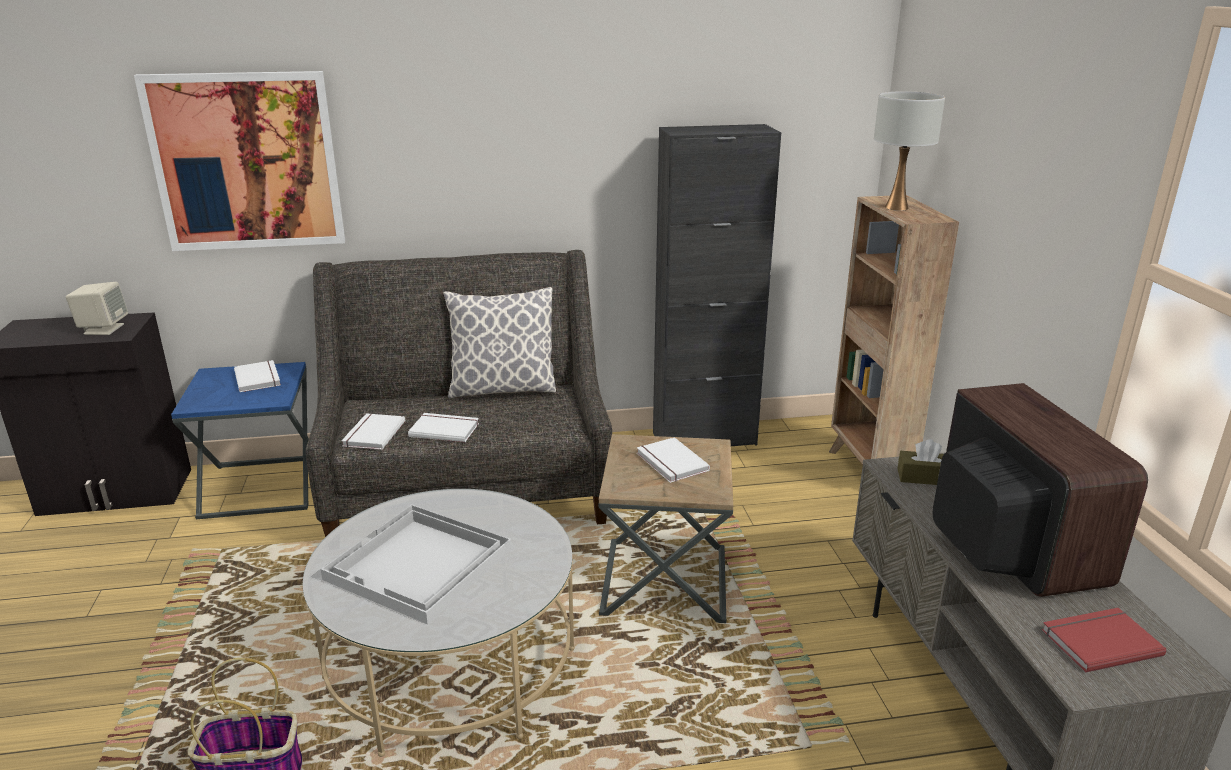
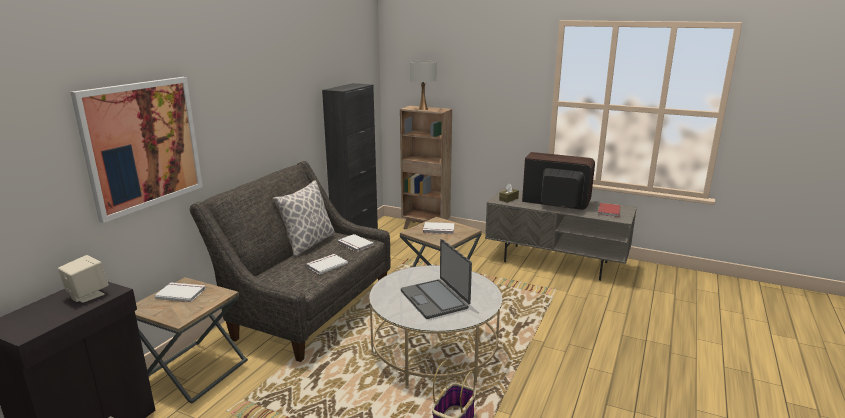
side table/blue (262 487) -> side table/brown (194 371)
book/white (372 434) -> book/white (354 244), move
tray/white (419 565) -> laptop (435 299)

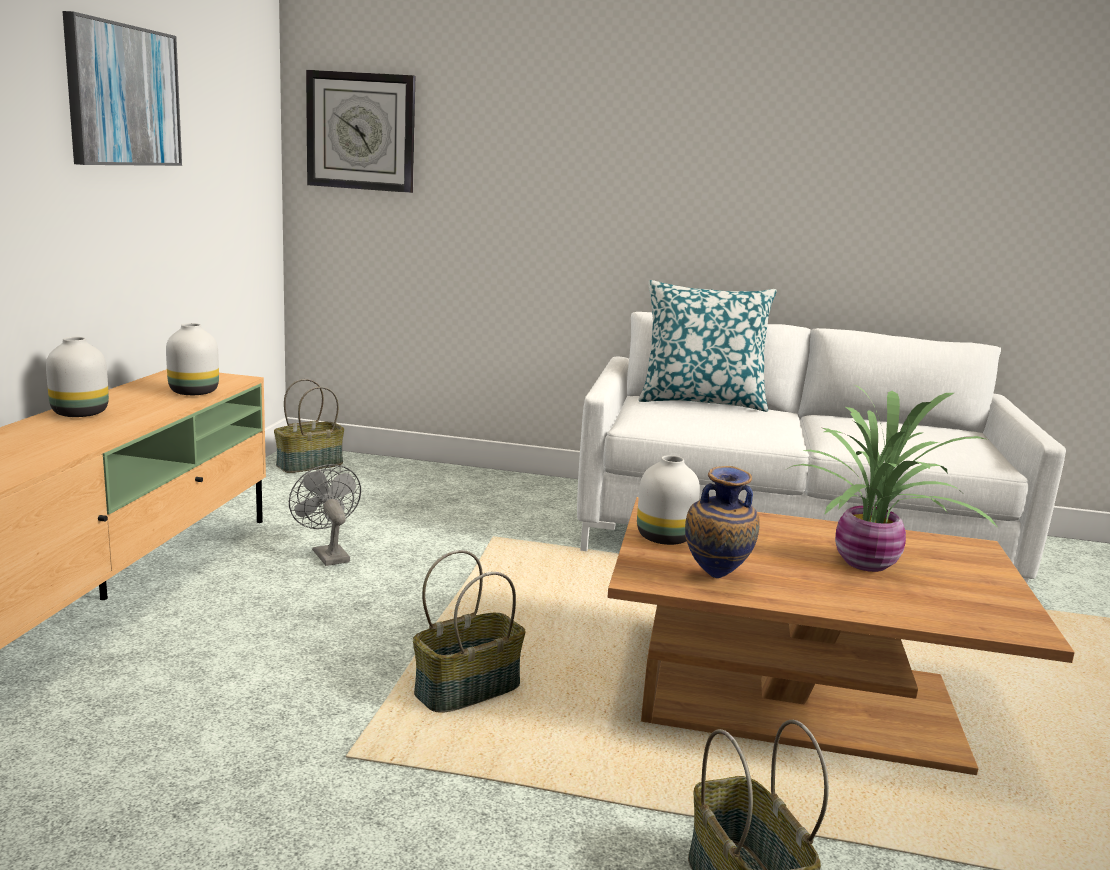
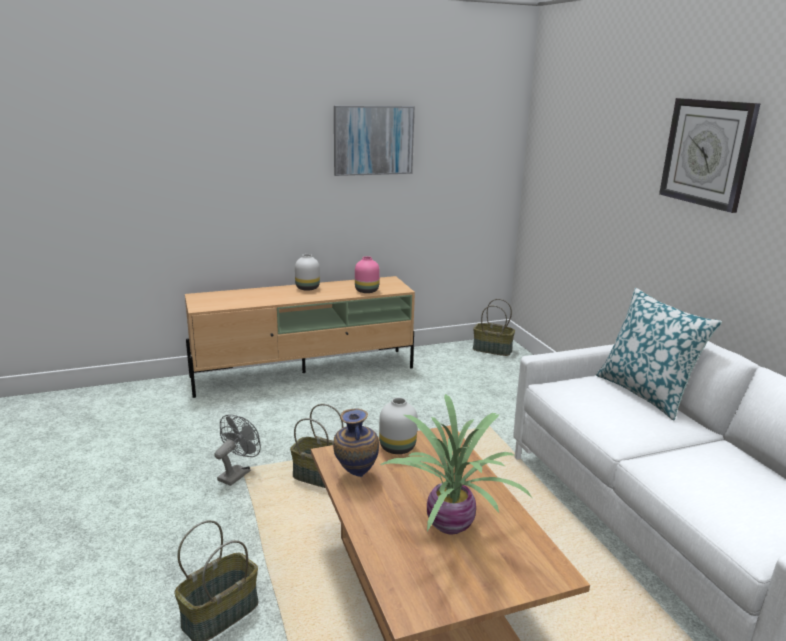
fan/grey (327 554) -> fan/grey (237 473), move
vase/white (194 392) -> vase/pink (367 291)
wall clock (361 131) -> wall clock (707 153), move

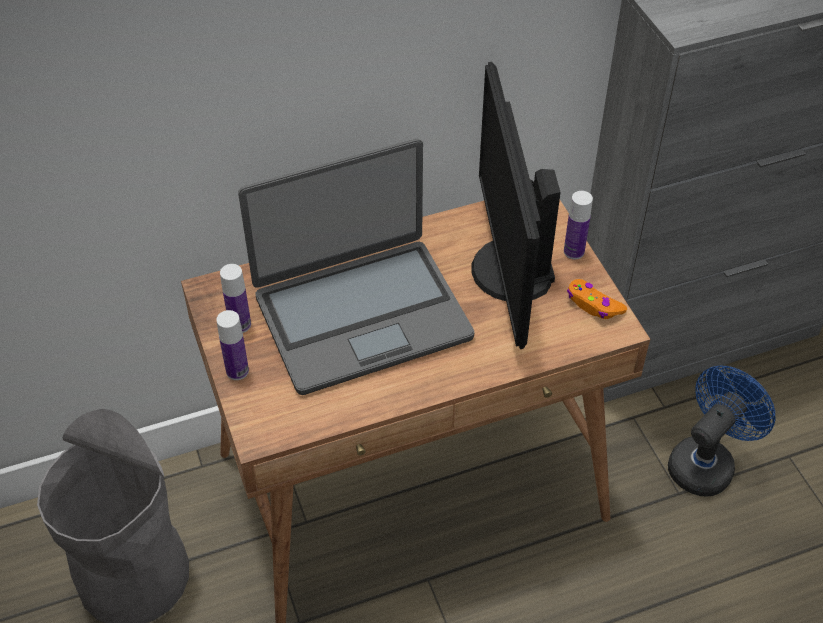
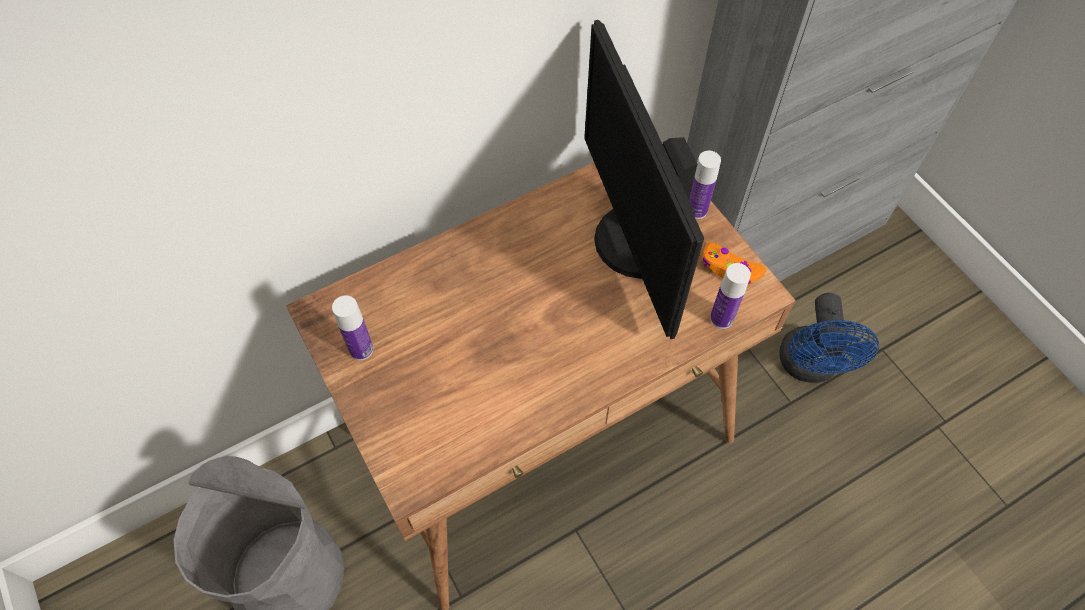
bottle (237 371) -> bottle (721 318), move
fan/blue (706 462) -> fan/blue (809 367), 150 degrees clockwise
laptop (361 315) -> none

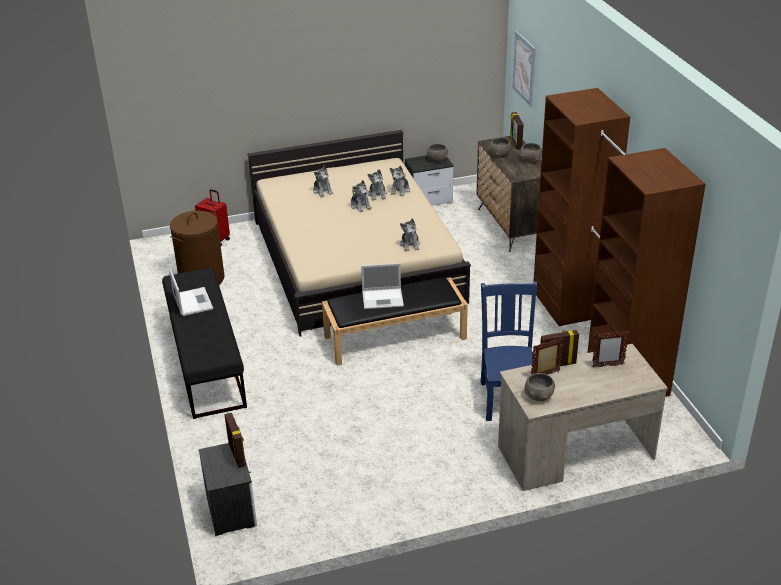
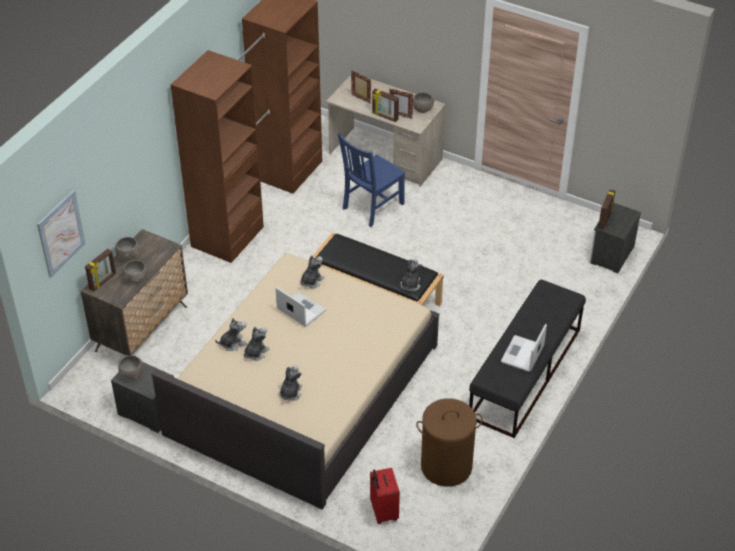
laptop (383 298) -> laptop (300 309), move
plush toy (360 206) -> plush toy (410 284), move

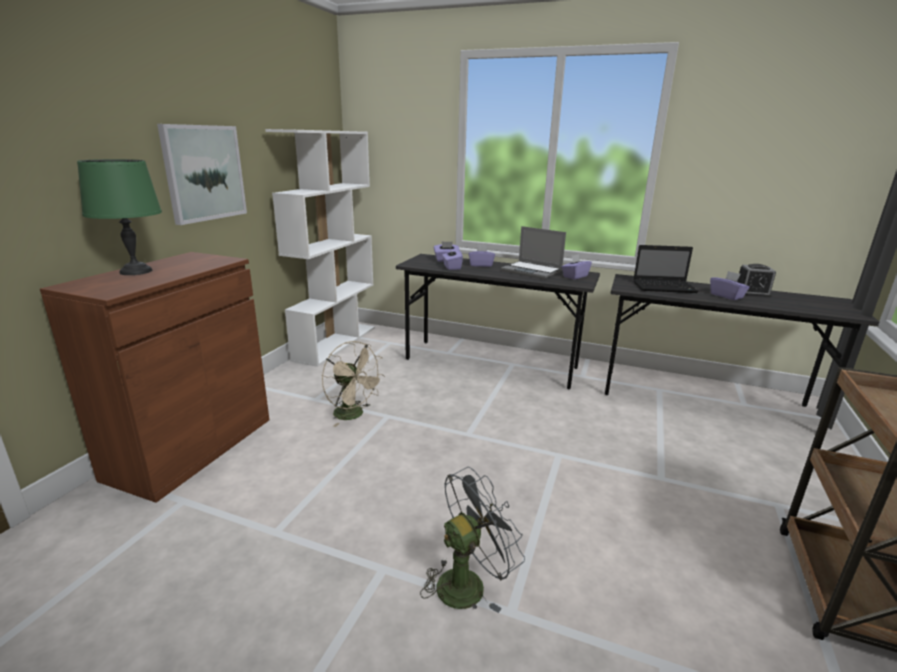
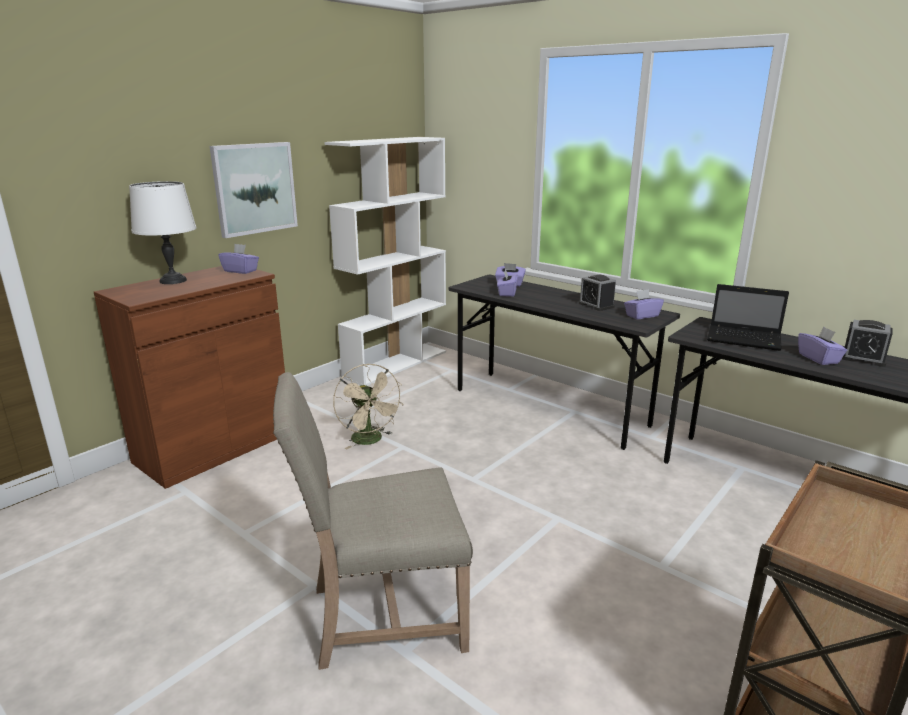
table lamp/green (136 271) -> table lamp/white (173 281)
tissue box/purple (481 265) -> tissue box/purple (240 271), move
fan/grey (468 582) -> chair/beige (382 615)
laptop (532 271) -> alarm clock (596 305)

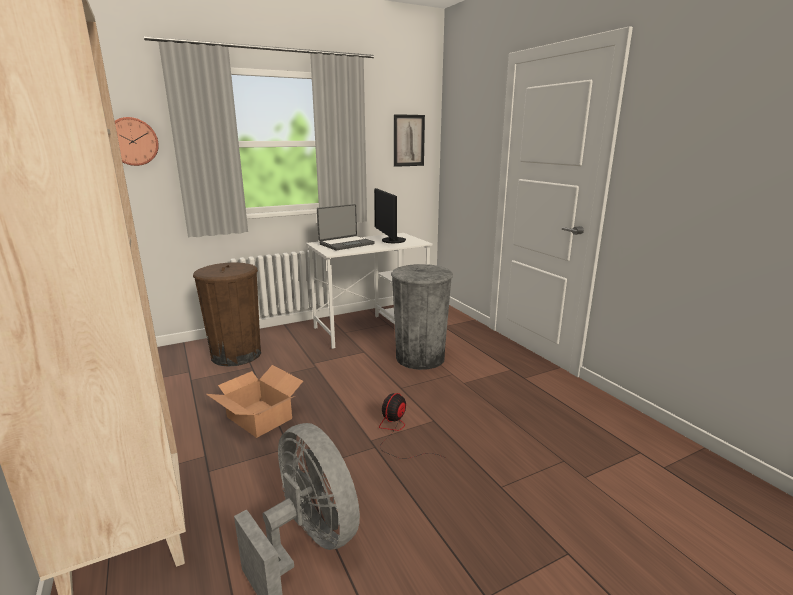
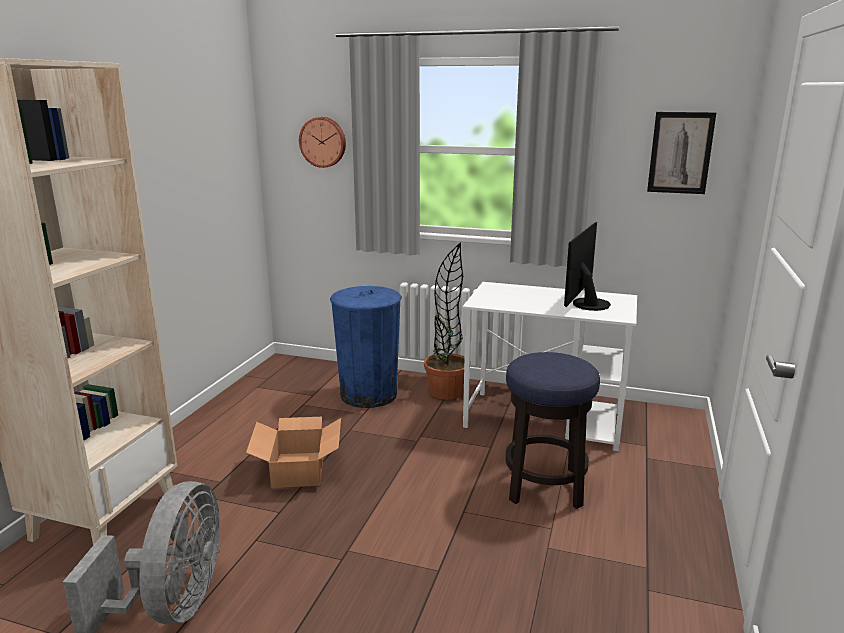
trash can/brown (236 355) -> trash can/blue (368 395)
none -> potted plant (446 392)
trash can/grey (420 358) -> stool (544 486)
laptop (346 244) -> none
fan (397 433) -> none

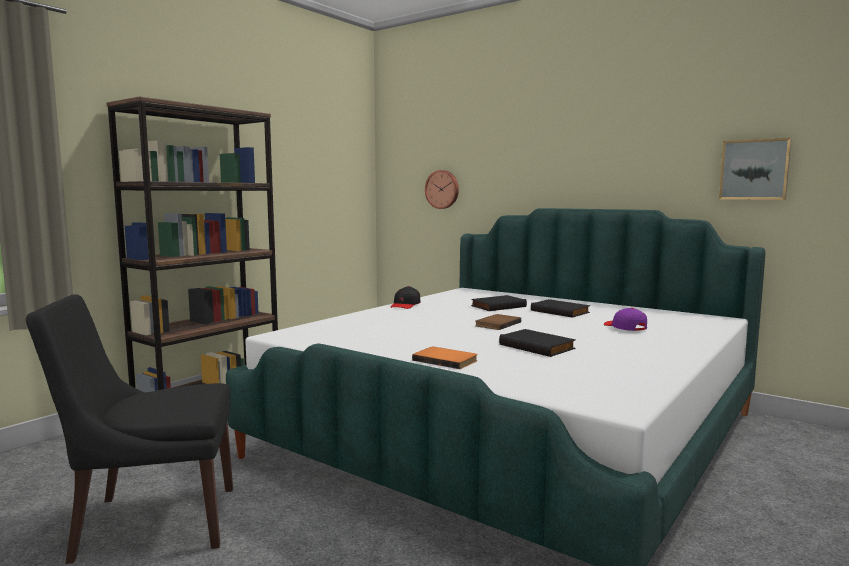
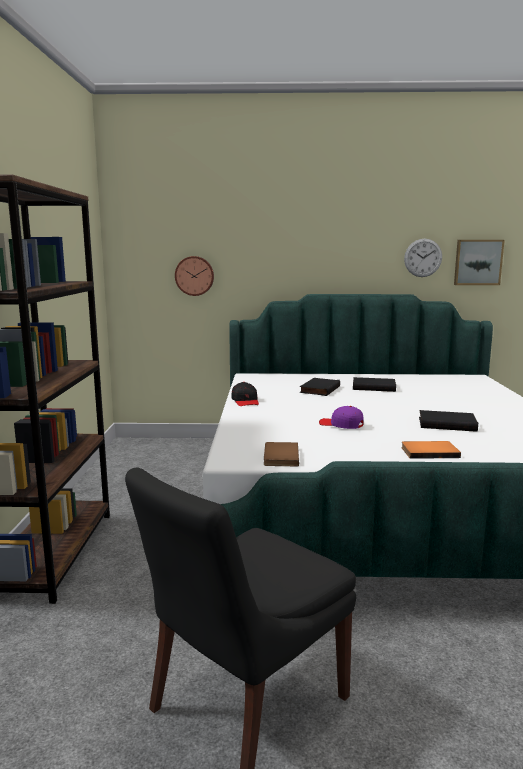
book/brown (496 324) -> book/brown (279 456), move
cap/purple (625 327) -> cap/purple (341 425), move
none -> wall clock (423 258)

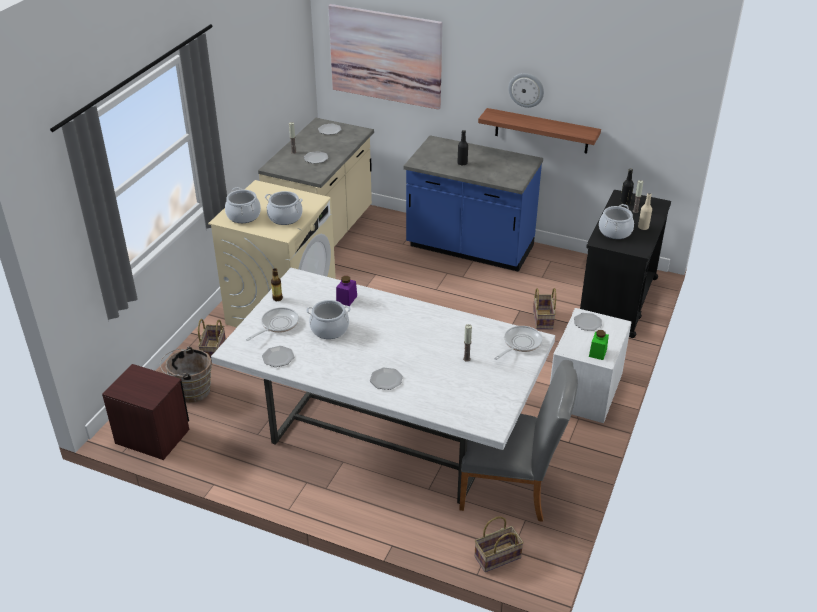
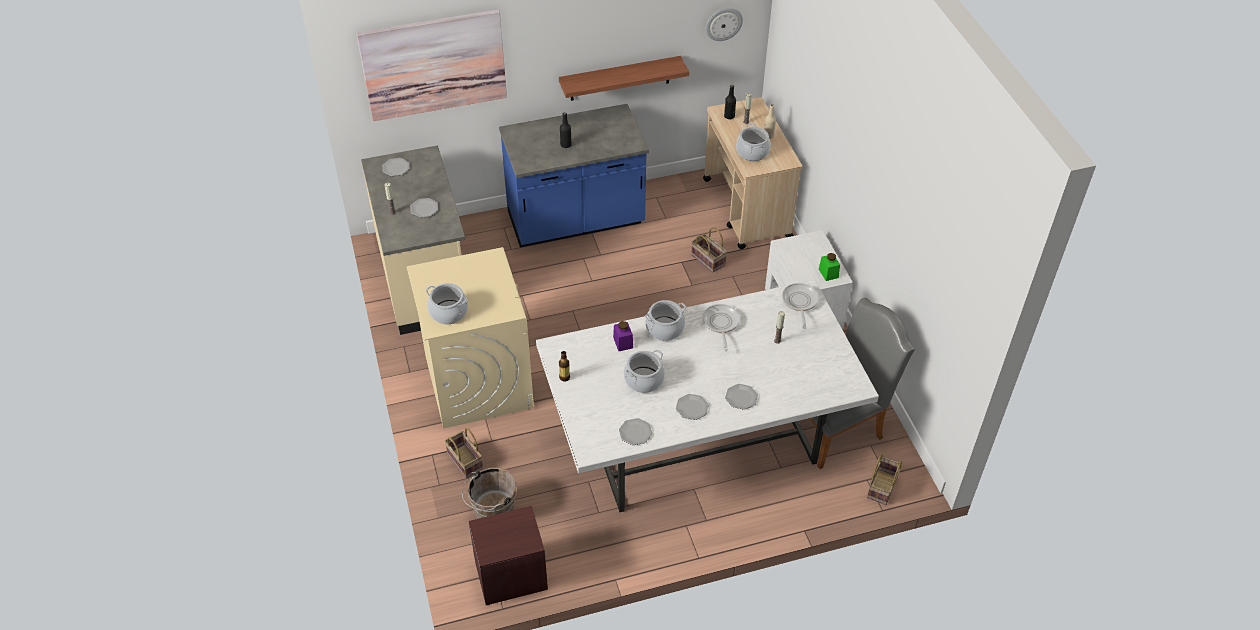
cooking pot (285 217) -> cooking pot (665 329), move
plate (587 323) -> plate (691 408), move
cart/black (617 301) -> cart/beige (747 209)
frying pan (277 325) -> frying pan (721 324), move
wall clock (526 89) -> wall clock (723 23), move

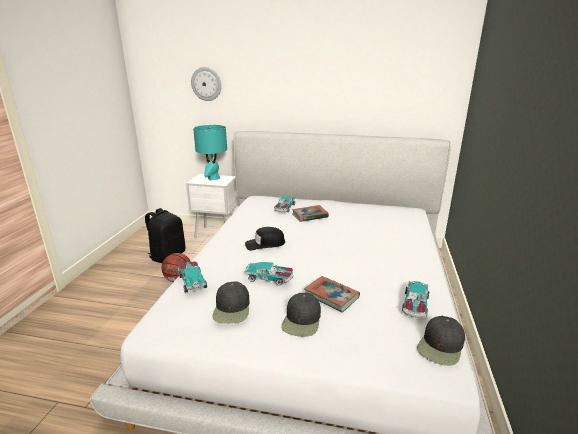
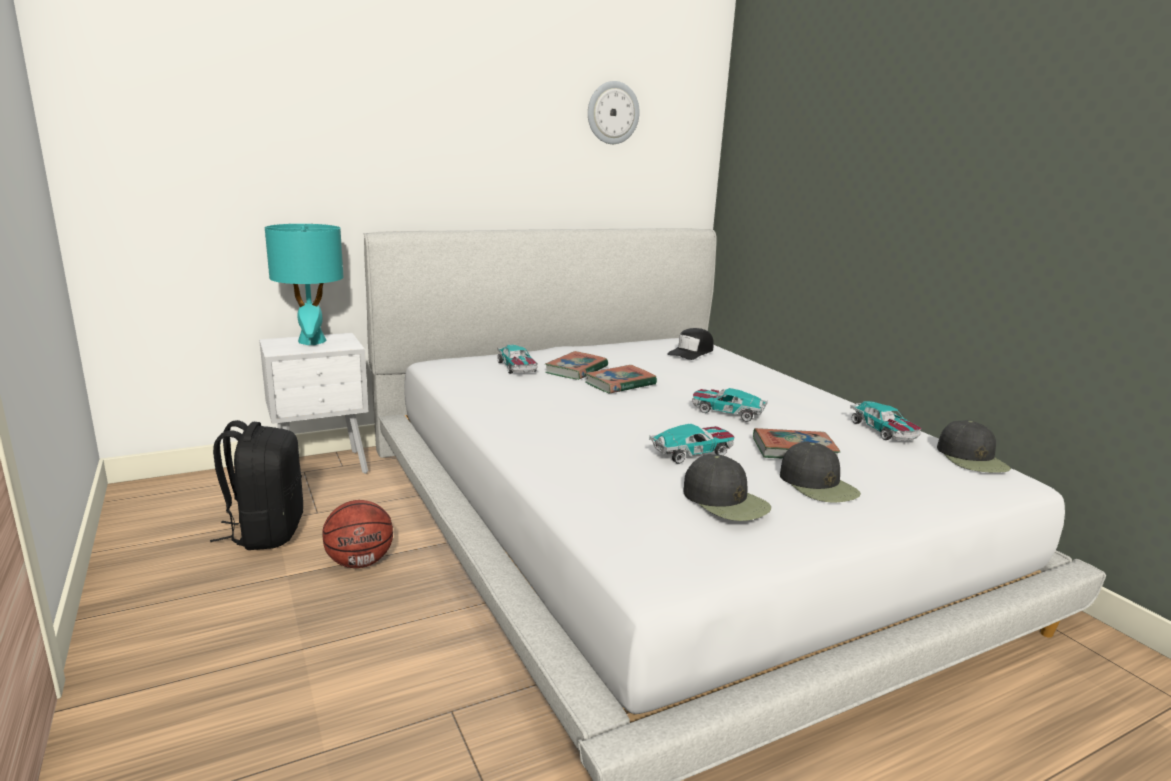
none -> book (620 384)
wall clock (206 84) -> wall clock (612 113), move
cap/black (265 244) -> cap/black (691 352), move
toy car (192 281) -> toy car (726 412), move

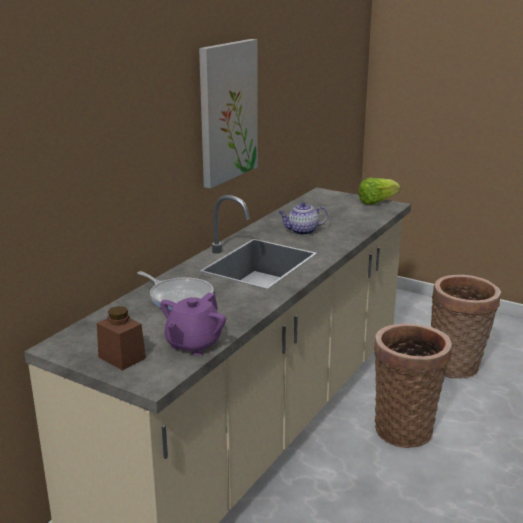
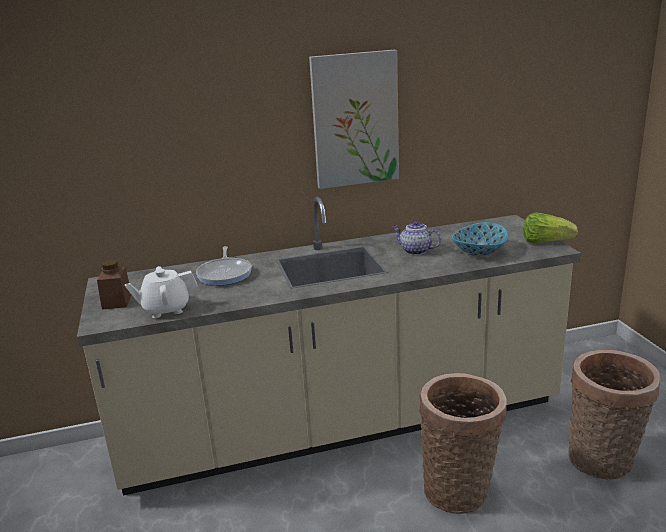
teapot/purple (193 344) -> teapot/white (166 309)
none -> bowl (478 252)

